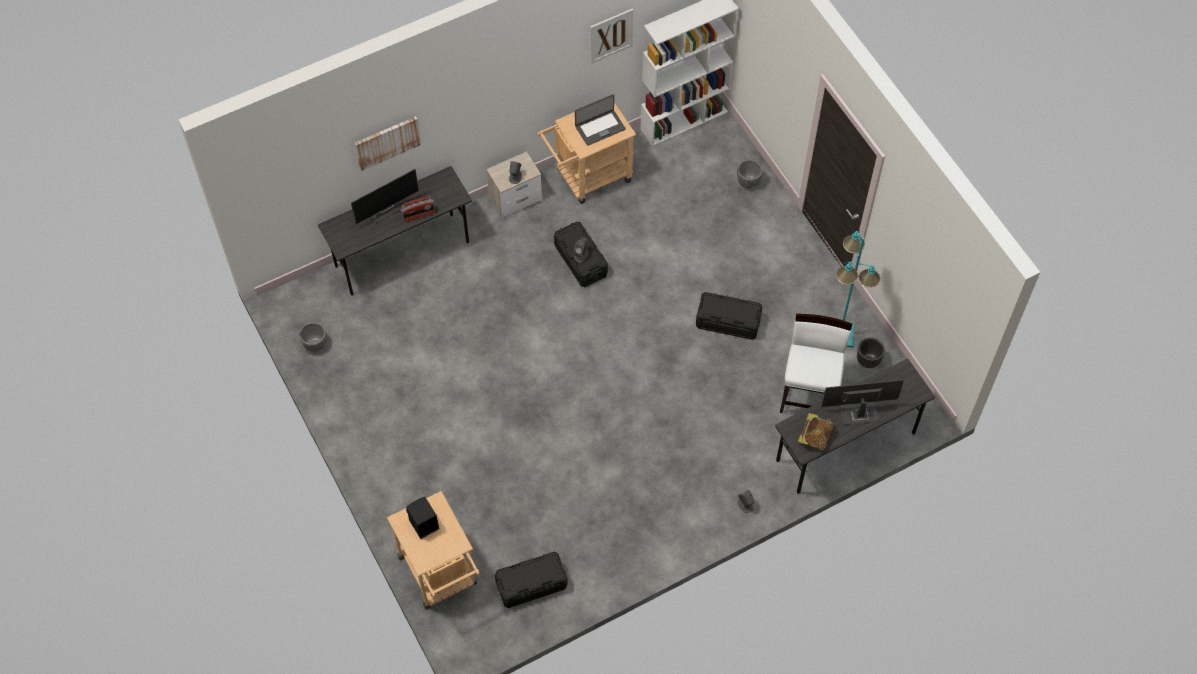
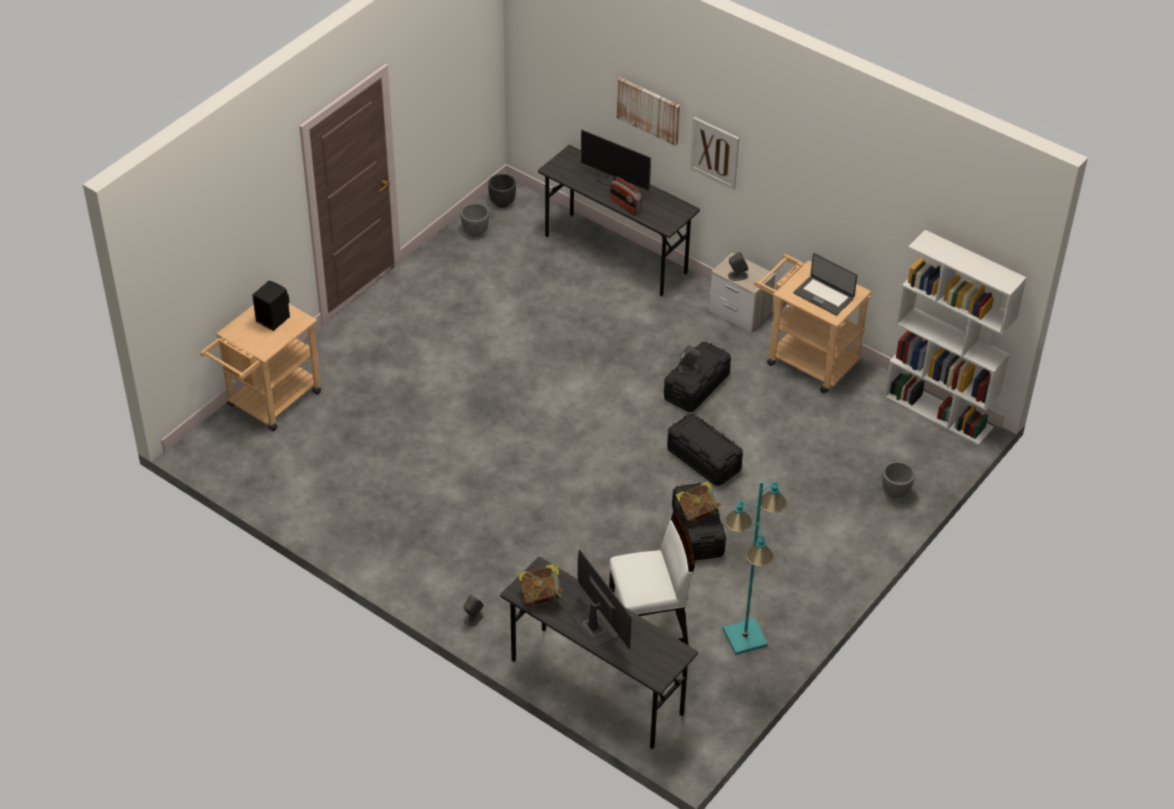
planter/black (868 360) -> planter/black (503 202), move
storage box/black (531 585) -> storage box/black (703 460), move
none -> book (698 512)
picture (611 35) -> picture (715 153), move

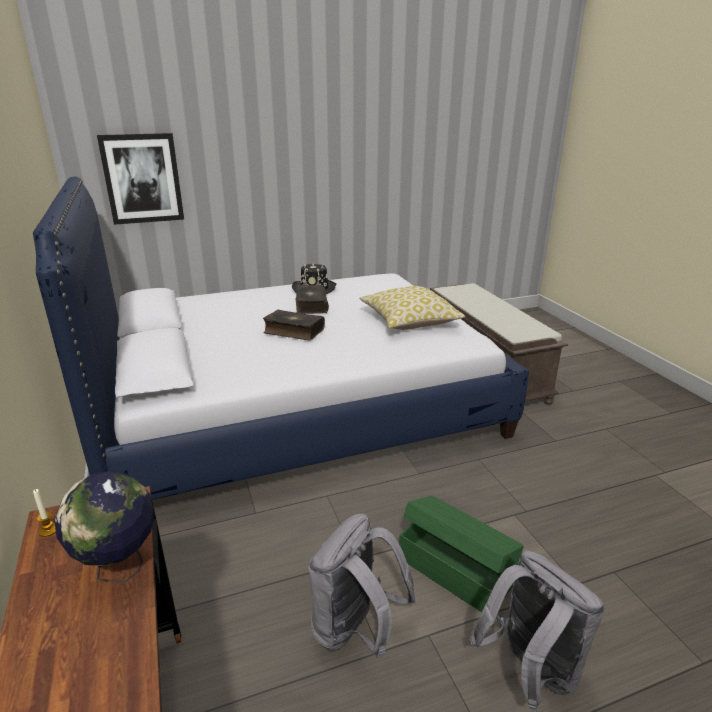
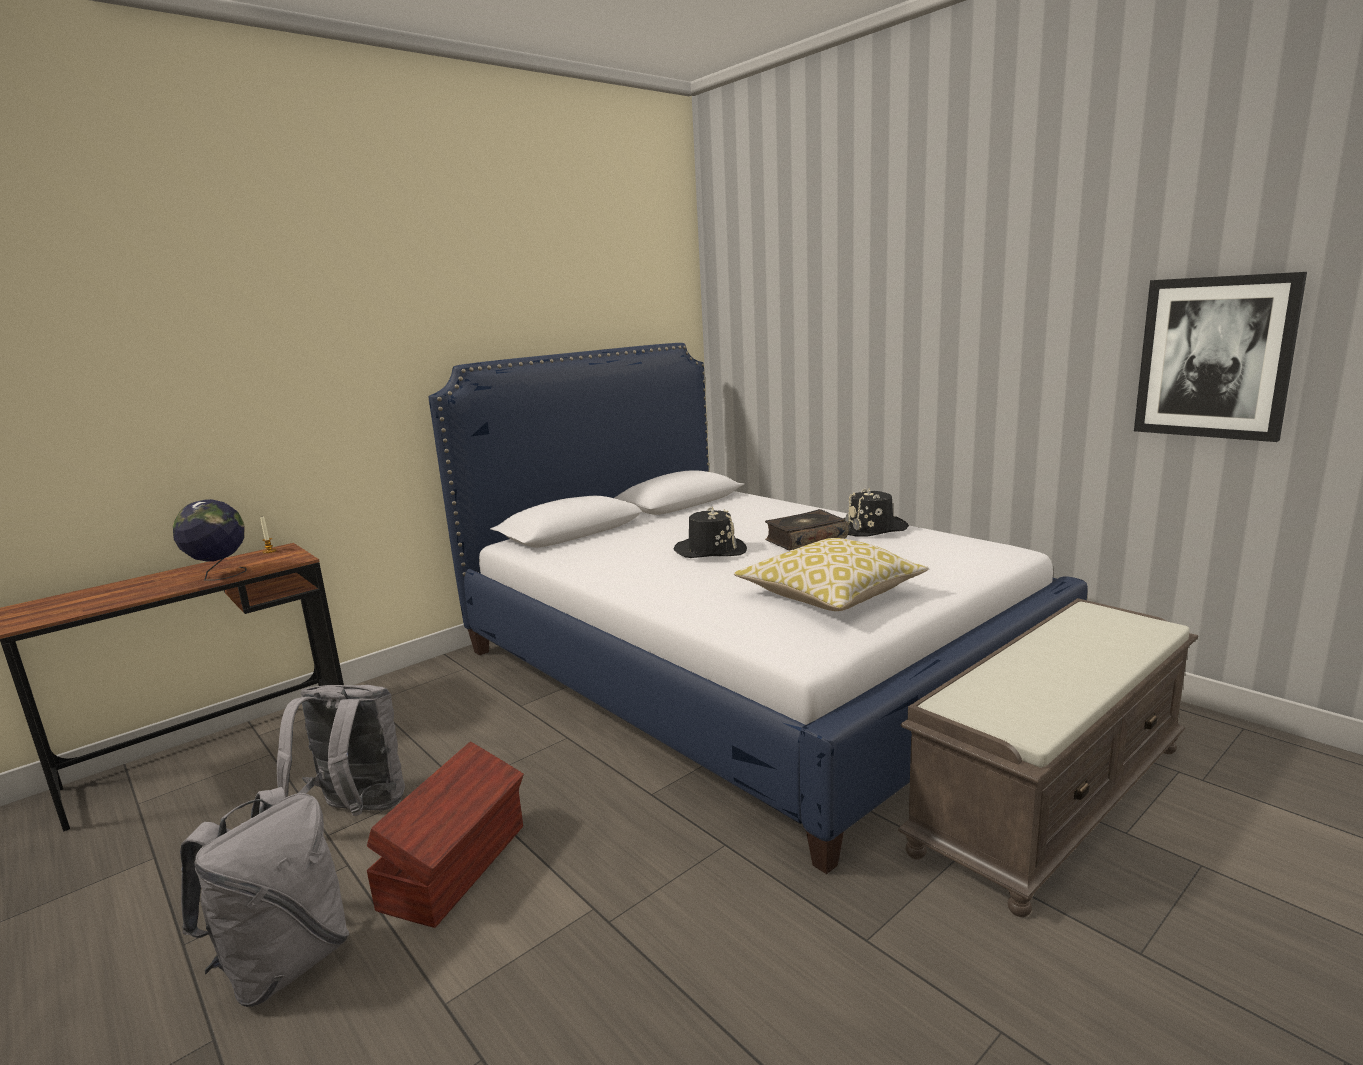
storage box/green (454 569) -> storage box/brown (457 865)
book (293 331) -> hat/black (710 550)
picture (142 179) -> picture (1214 357), move

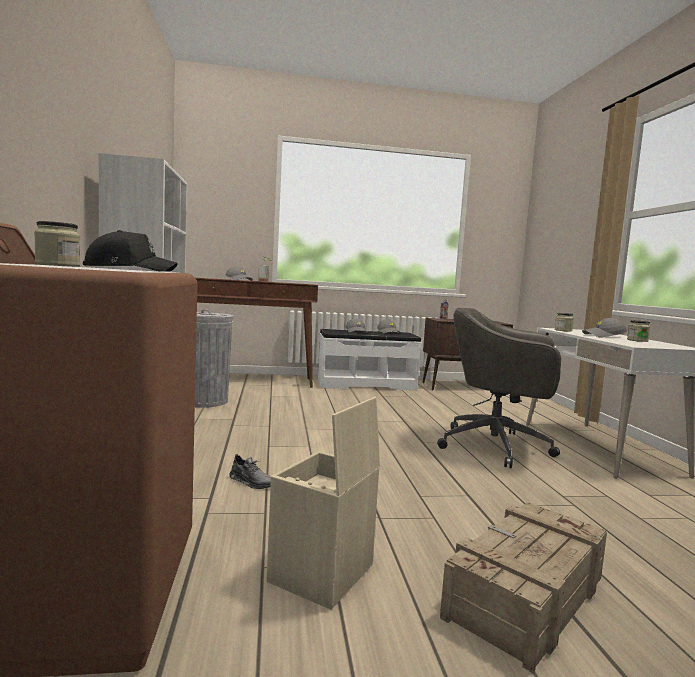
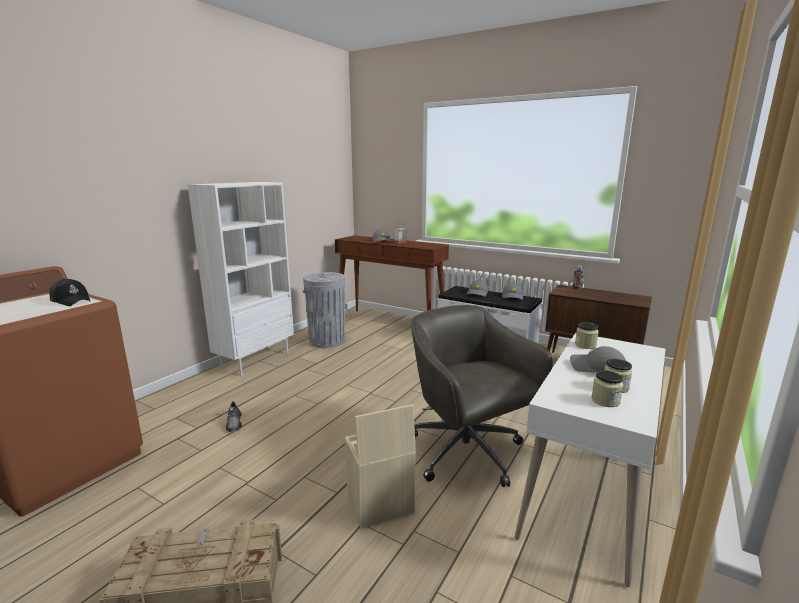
storage box/beige (322 574) -> storage box/beige (379 505), move
jar (58 265) -> jar (605 401), move

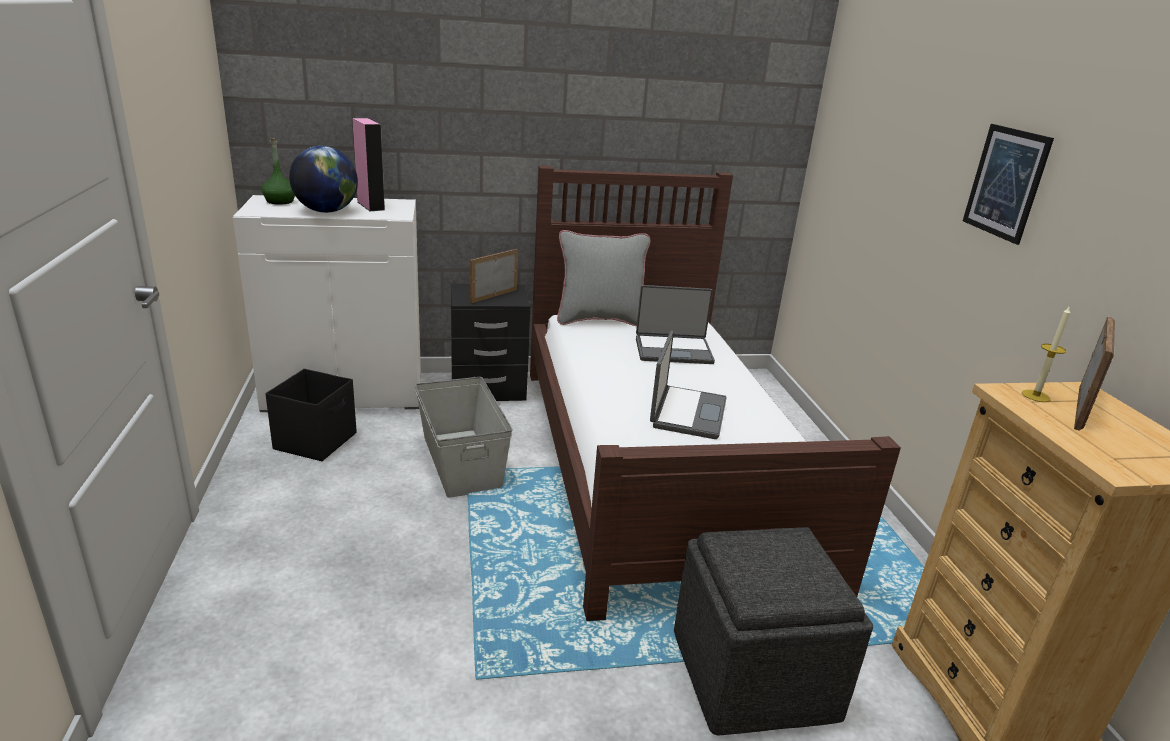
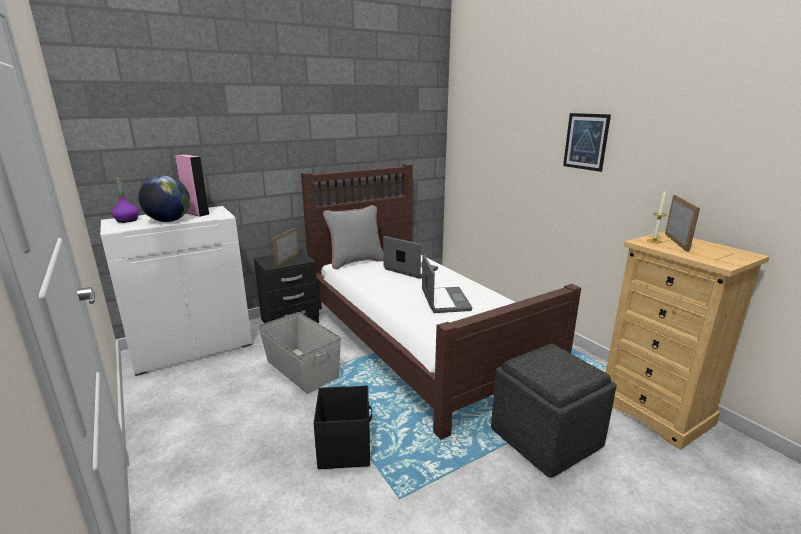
bottle/green (280 201) -> bottle/purple (127 220)
storage box/black (316 441) -> storage box/black (345 447), move
laptop (673 350) -> laptop (410 270), 120 degrees counterclockwise

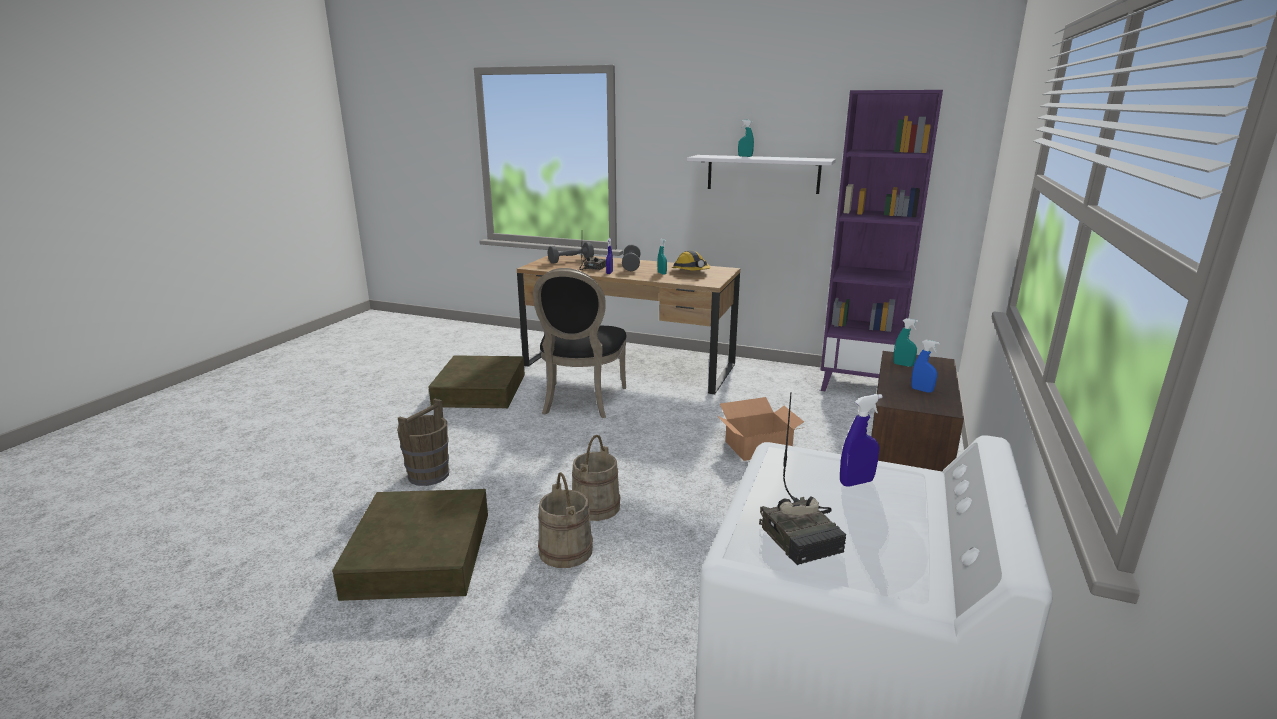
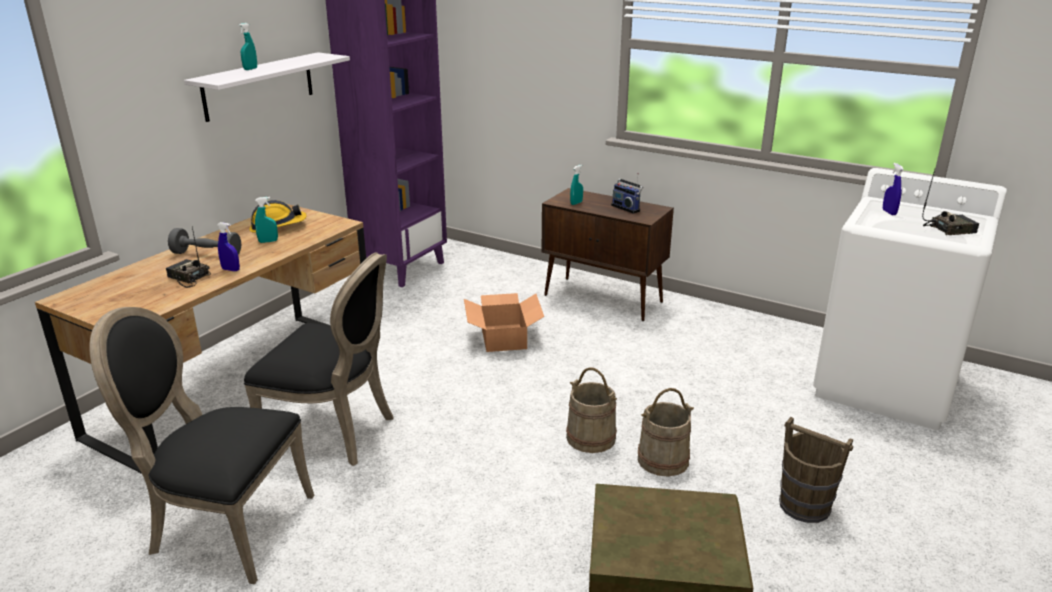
storage box/brown (480 390) -> chair/black (225 527)
spray bottle/blue (921 390) -> radio (626 208)
bucket/brown (429 475) -> bucket/brown (804 505), move
dumbbell/grey (571 261) -> none

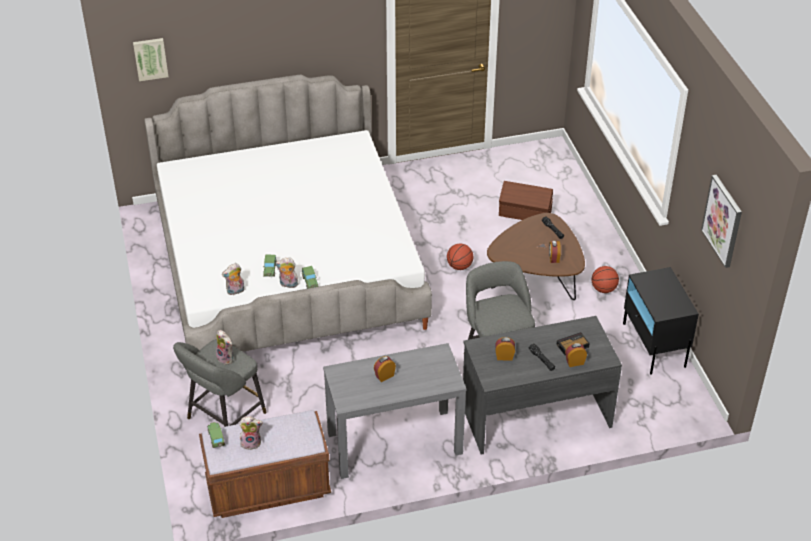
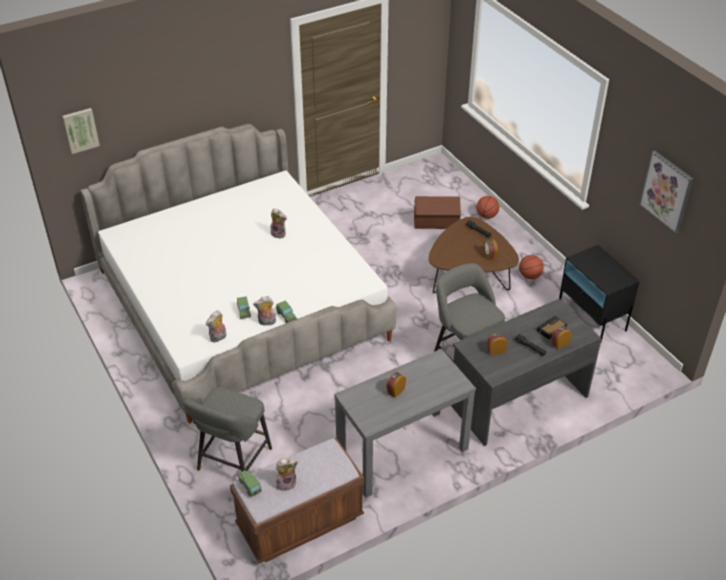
plush toy (226 358) -> plush toy (279 234), move
basketball (459 266) -> basketball (486 216), move

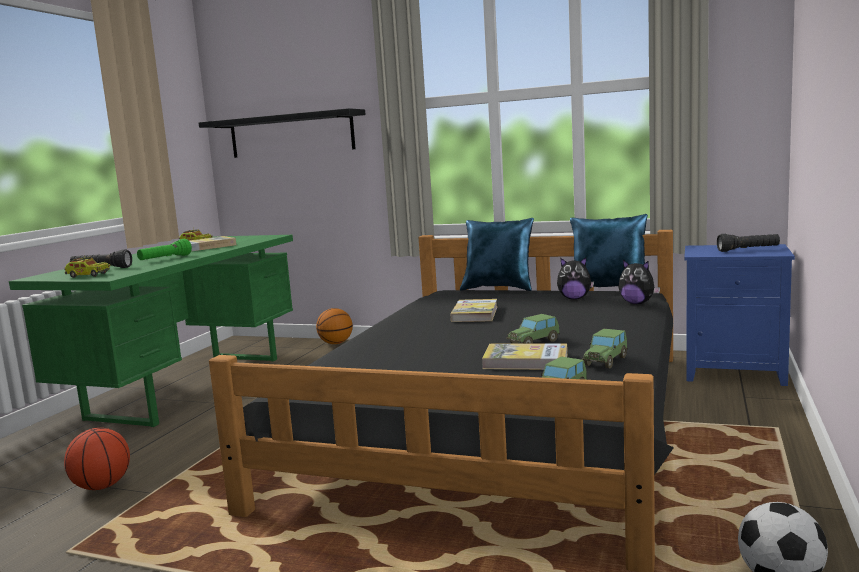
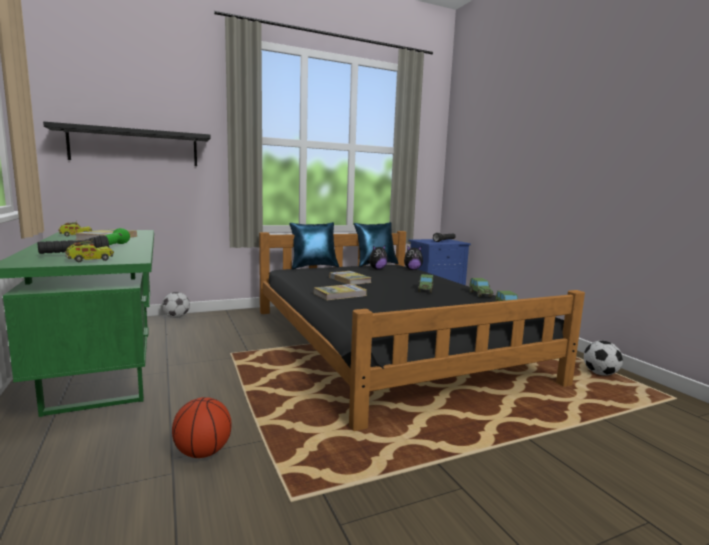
basketball (335 343) -> football (176 317)
book (525 361) -> book (340 294), move

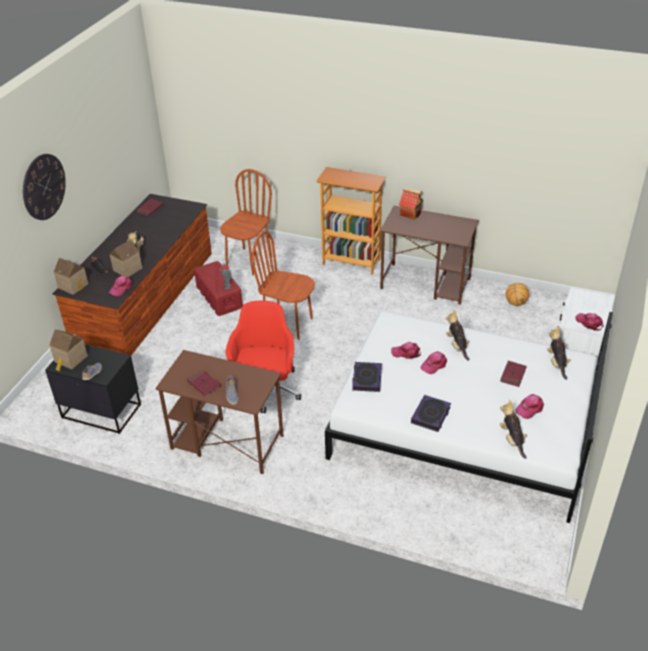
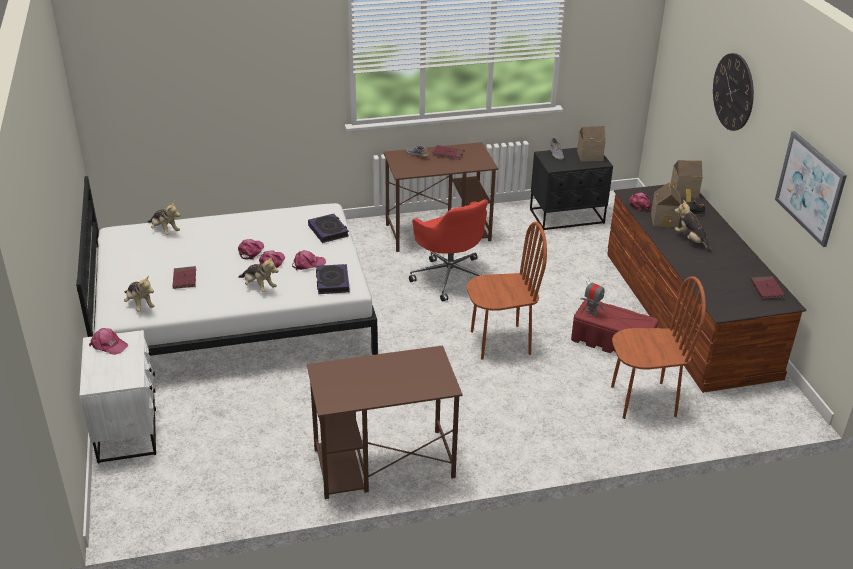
cap/pink (529 408) -> cap/pink (251 251), move
book (431 415) -> book (332 282), move
chair/brown (248 261) -> chair/brown (643 400), 90 degrees counterclockwise
none -> picture (810 188)
bookcase (351 262) -> none
toy house (411 214) -> none
basketball (515 303) -> none

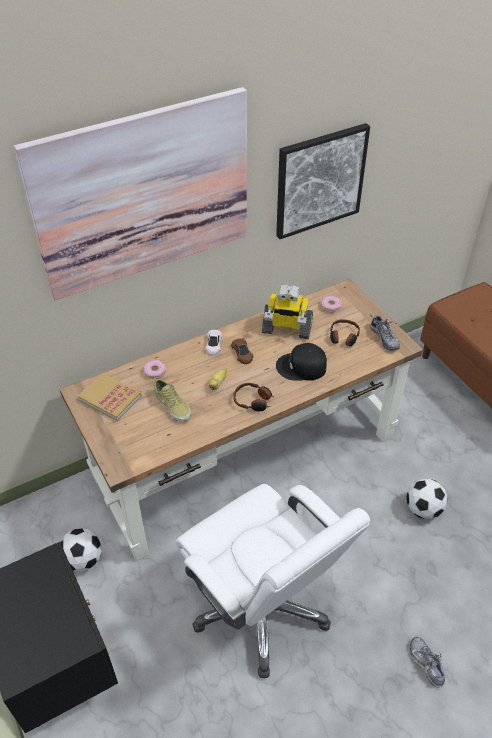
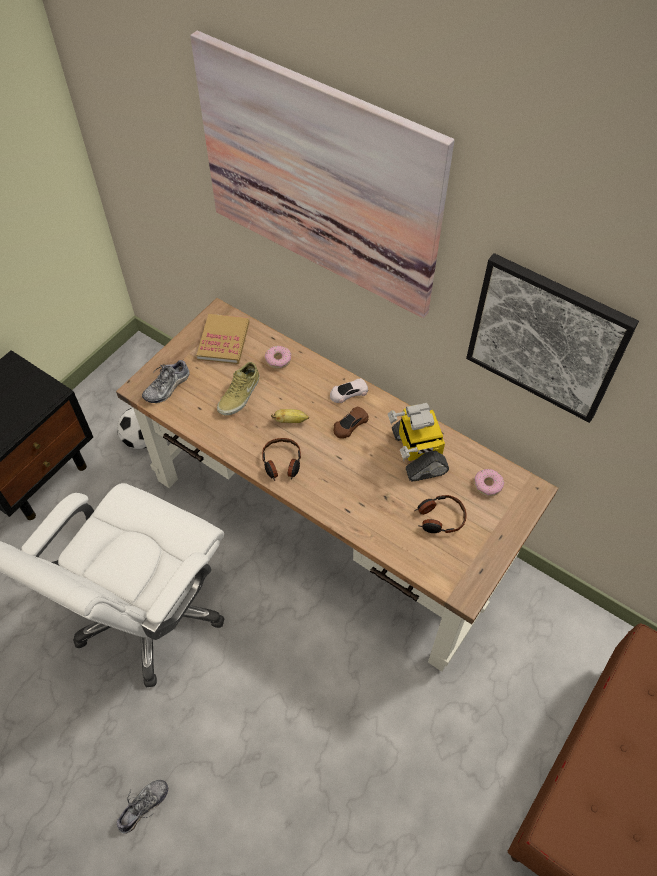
shoe (384 338) -> shoe (167 387), move
cap/black (302 367) -> none
football (423 509) -> none

